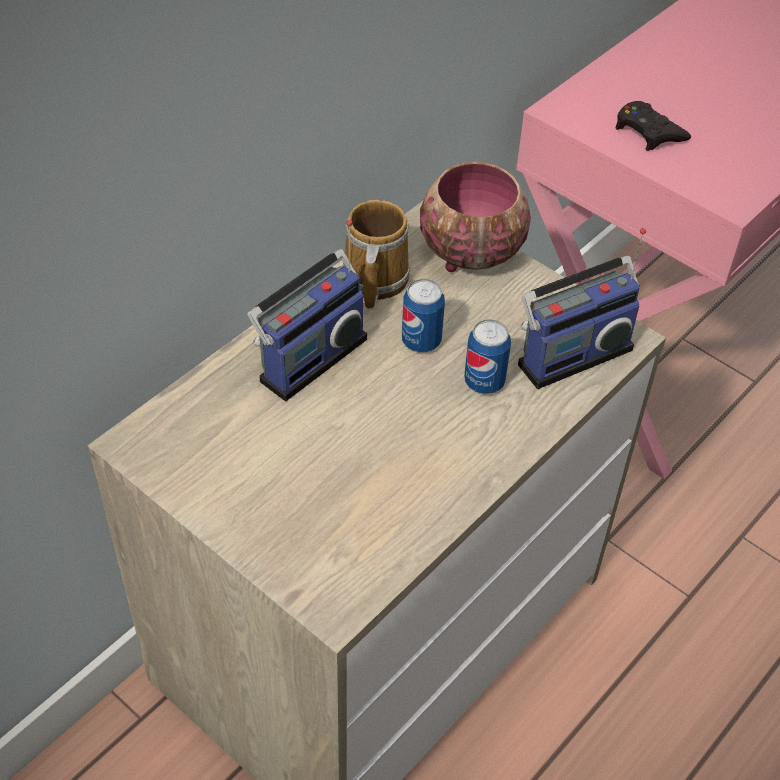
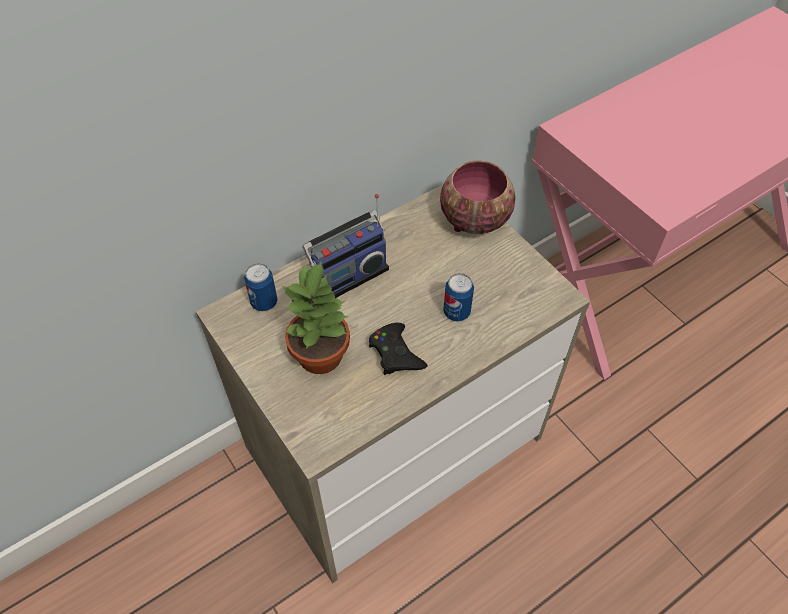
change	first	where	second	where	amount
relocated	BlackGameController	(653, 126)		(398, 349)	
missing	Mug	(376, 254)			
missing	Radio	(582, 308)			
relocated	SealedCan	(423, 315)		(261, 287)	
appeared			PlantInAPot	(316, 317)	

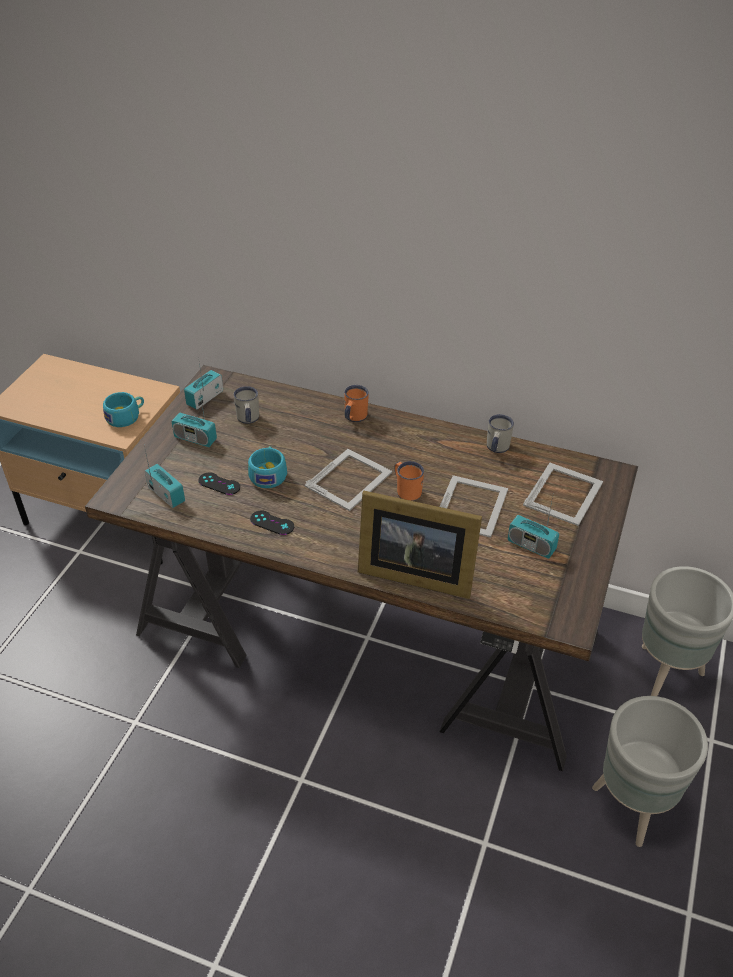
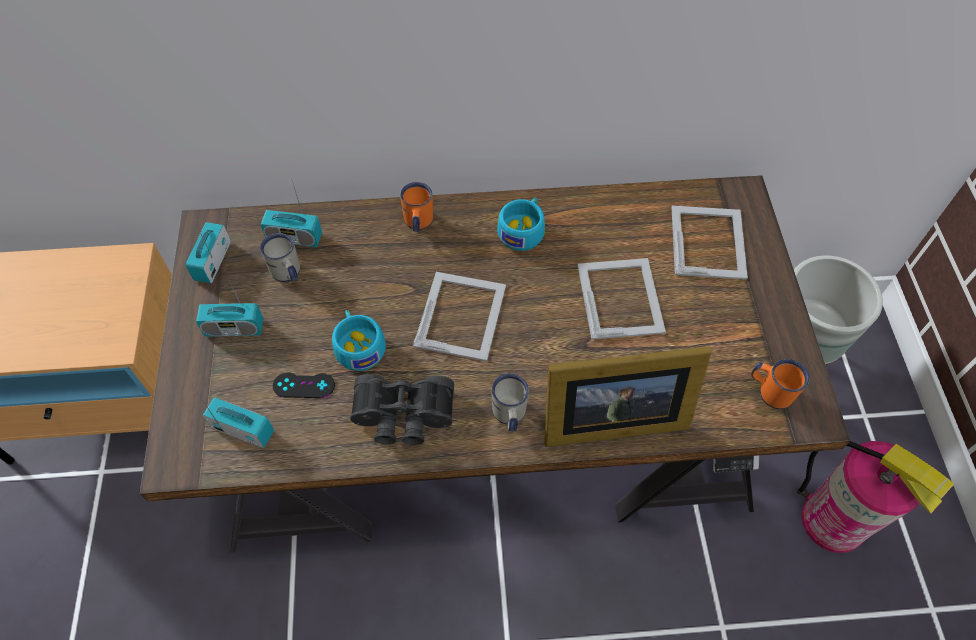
change	first	where	second	where	amount
relocated	TurquoiseColouredDrinkingCup	(123, 409)		(521, 224)	
relocated	WhiteMug	(500, 433)		(510, 402)	
relocated	OrangeMug	(409, 481)		(780, 384)	
relocated	Radio	(533, 528)		(291, 212)	
exchanged	BlackGameController	(272, 523)	BlackPairOfBinoculars	(402, 409)	
exchanged	GrayPlanter	(650, 771)	FireExtinguisher	(875, 497)	

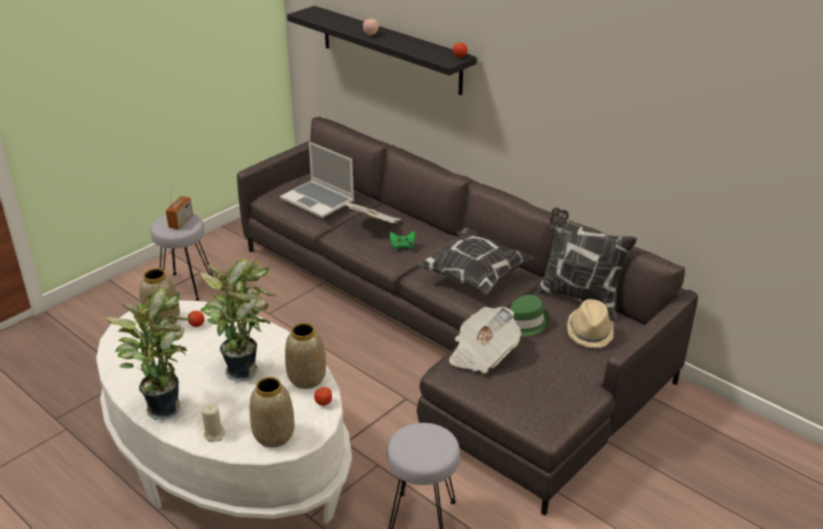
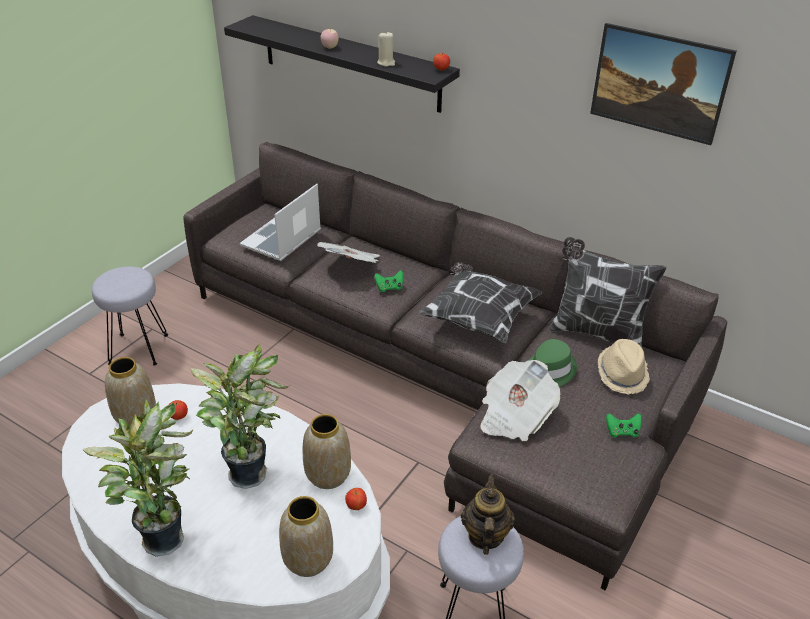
change	first	where	second	where	amount
spun	PortableComputer	(317, 180)		(280, 222)	90 degrees clockwise
missing	Radio	(179, 204)			
relocated	BeigeWaxLight	(213, 423)		(386, 49)	
appeared			WallArt	(663, 84)	
appeared			GreenColouredGameController	(624, 425)	
appeared			PotForTea	(488, 514)	

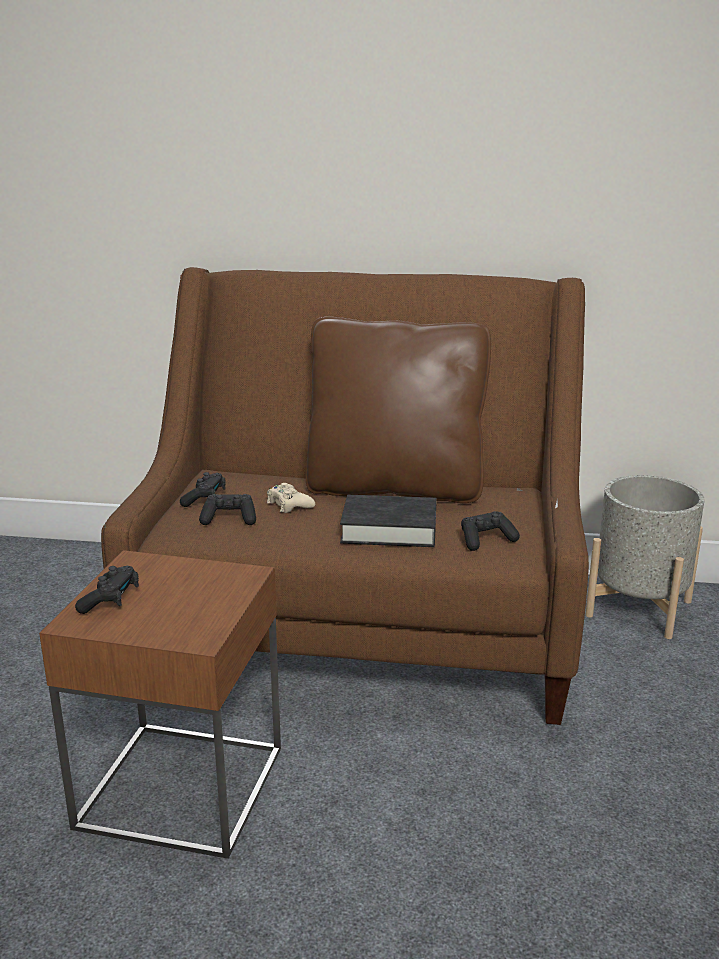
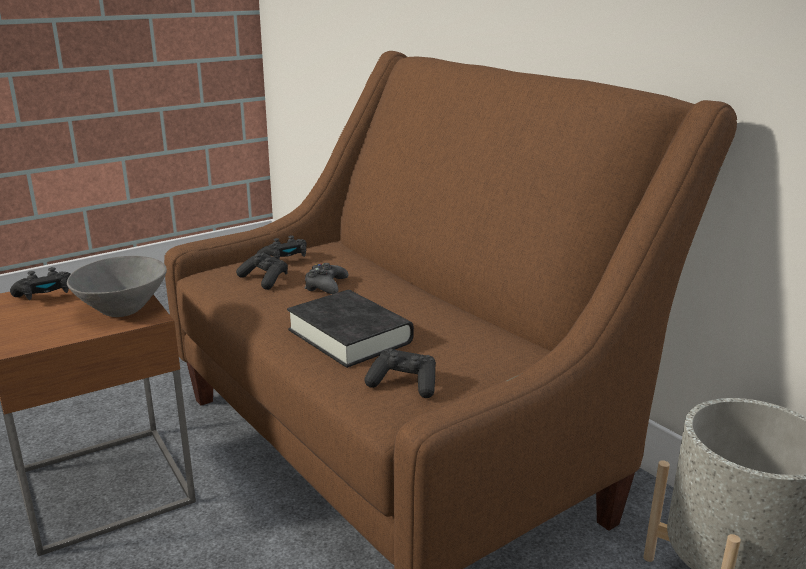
change	first	where	second	where	amount
missing	BrownColouredCushion	(398, 410)			
colour	BeigeGameController	(291, 498)	BlackGameController	(326, 278)	
appeared			GrayBowl	(117, 286)	

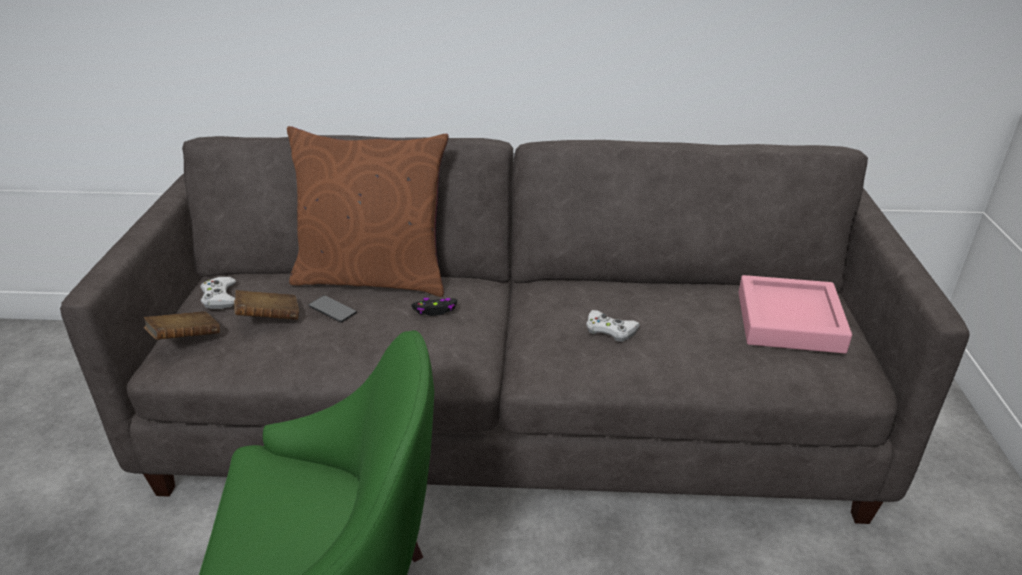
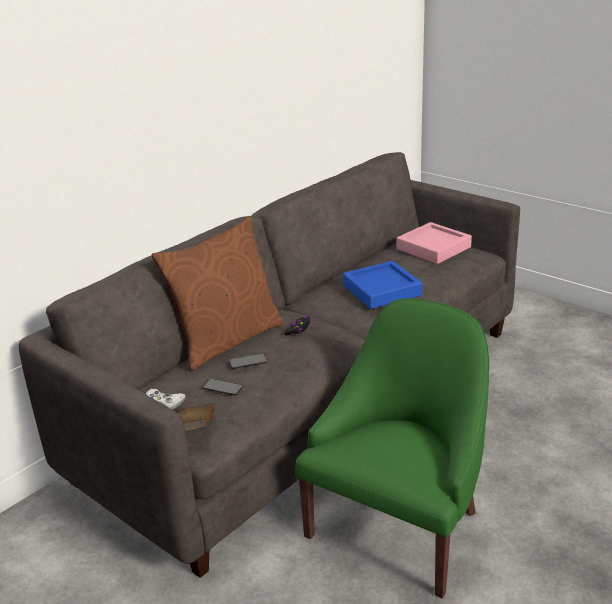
change	first	where	second	where	amount
exchanged	BrownColouredBoundBook	(266, 305)	Handset	(223, 387)	
exchanged	WhiteGameController	(613, 326)	BluishServingTray	(383, 285)	

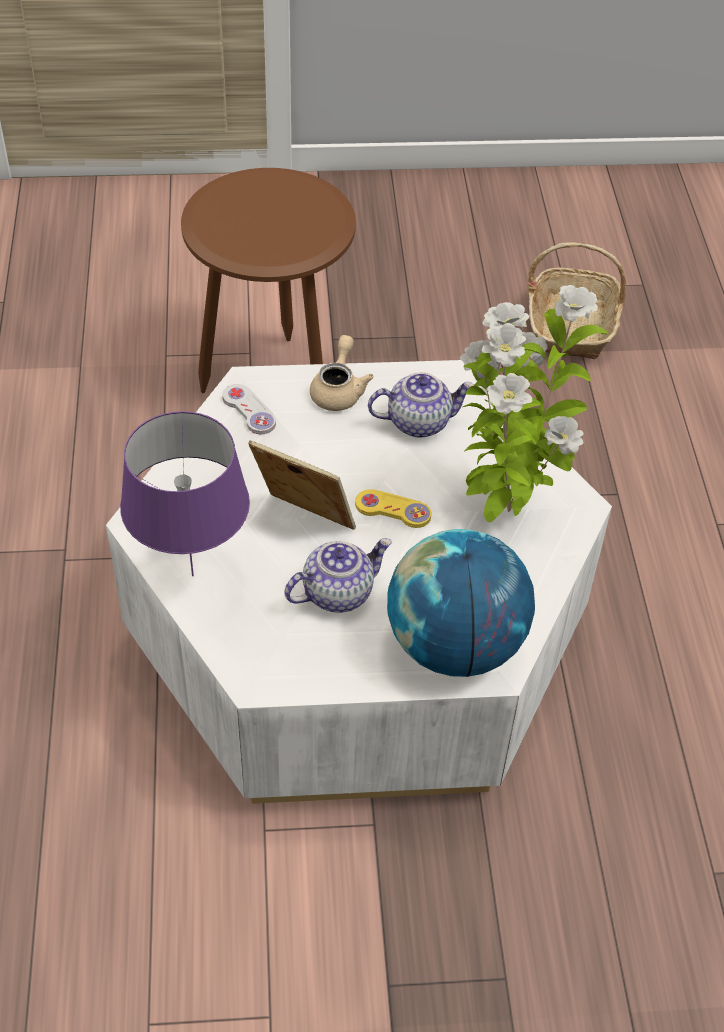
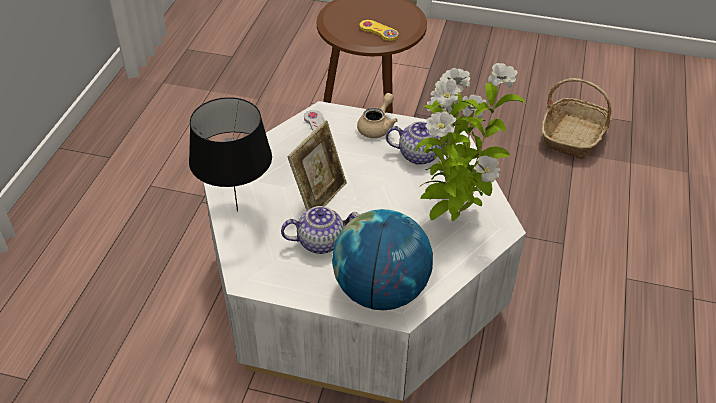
change	first	where	second	where	amount
colour	PurplishLampForATable	(185, 493)	BlackLampForATable	(230, 154)	
spun	PictureFrame	(302, 485)		(317, 166)	75 degrees clockwise
relocated	YellowColouredGameController	(393, 508)		(378, 30)	

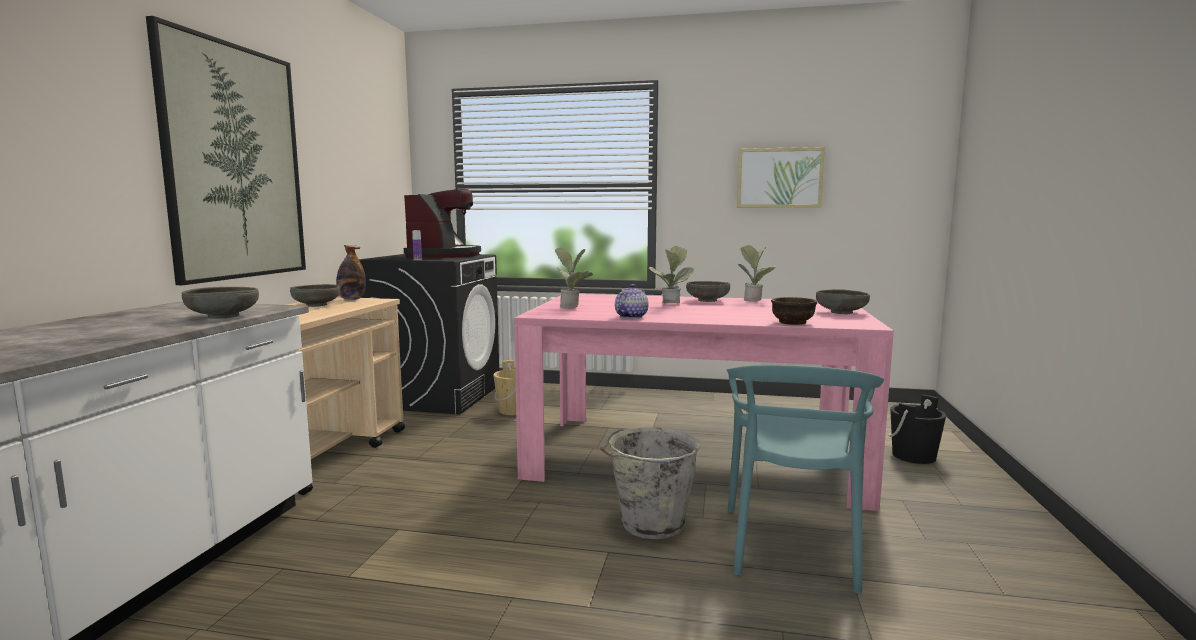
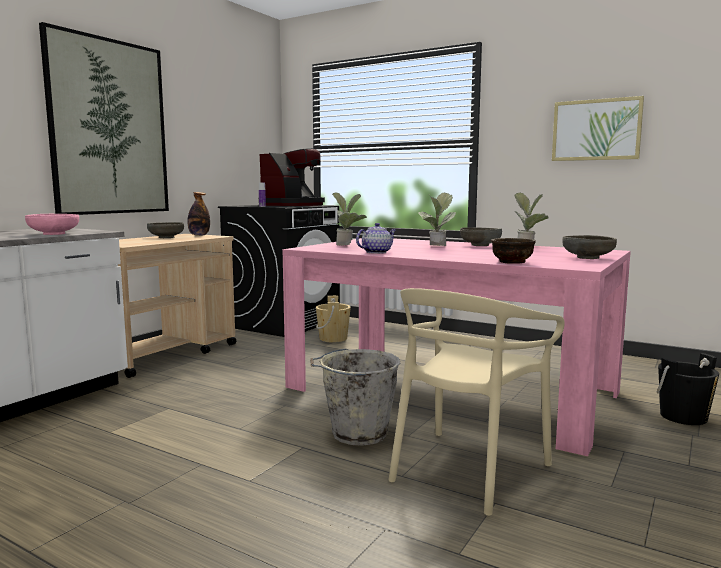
change	first	where	second	where	amount
colour	GrayBowl	(220, 303)	PinkishBowl	(52, 224)	
colour	TurquoiseColouredPlainChair	(805, 479)	BeigePlainChair	(477, 402)	

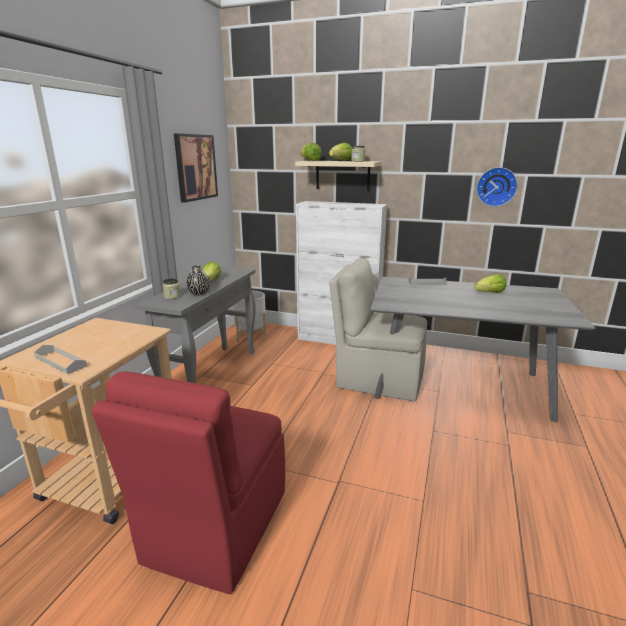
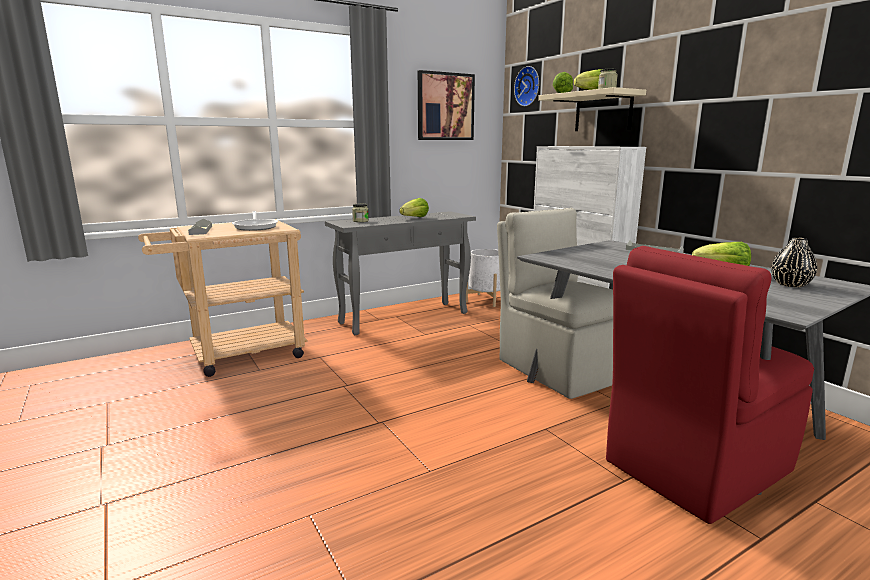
change	first	where	second	where	amount
relocated	HangingClock	(497, 187)		(526, 86)	
relocated	BlackDecorativeVase	(198, 280)		(794, 262)	
relocated	RedColouredPlainChair	(188, 483)		(710, 385)	
appeared			Skillet	(255, 221)	

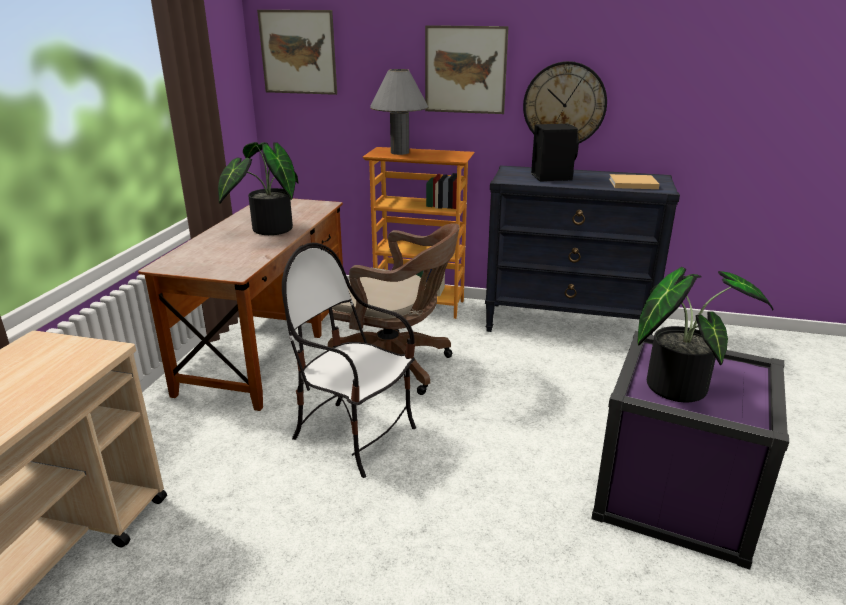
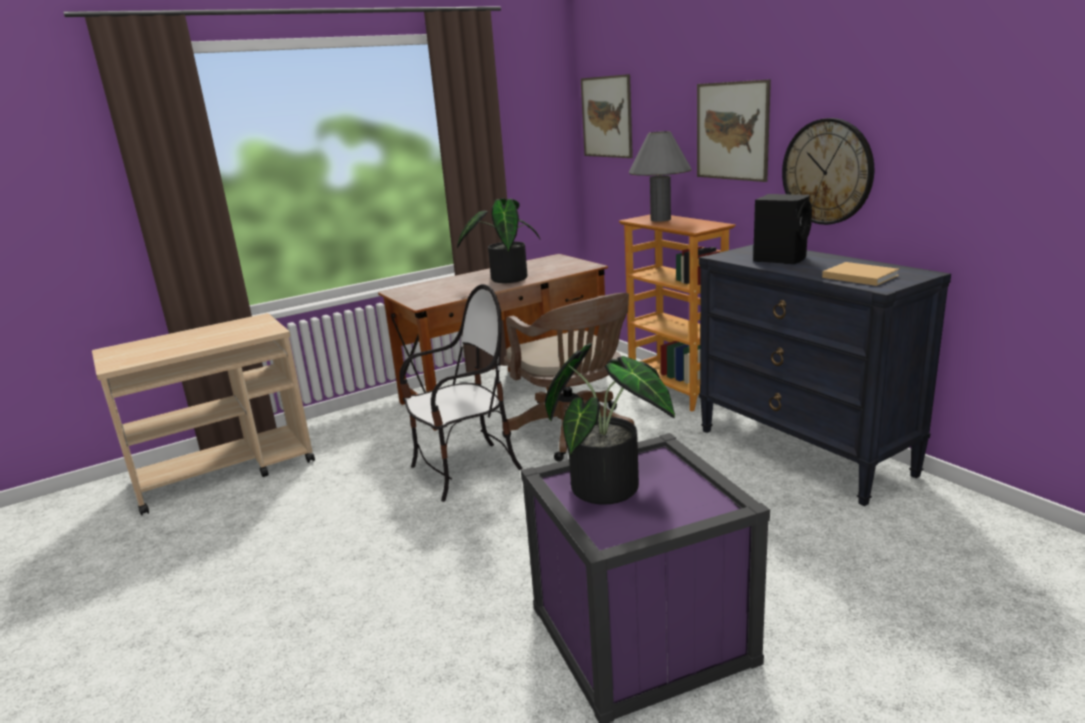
change	first	where	second	where	amount
spun	PlainChair	(349, 360)		(461, 393)	75 degrees clockwise

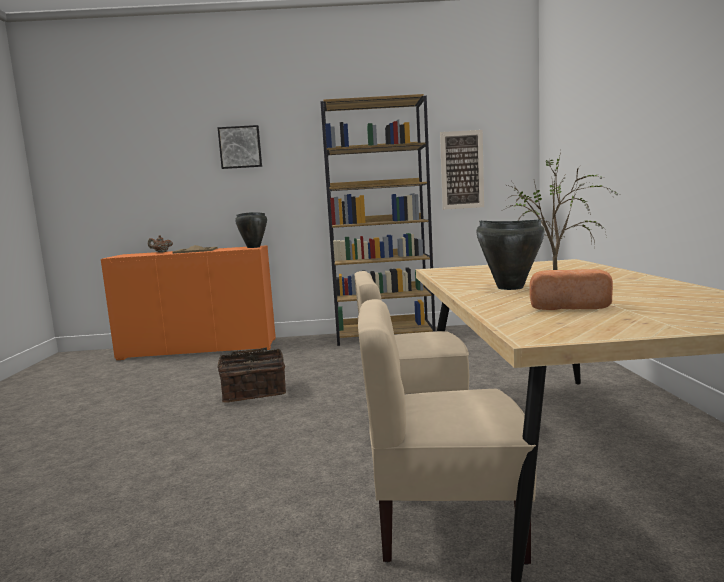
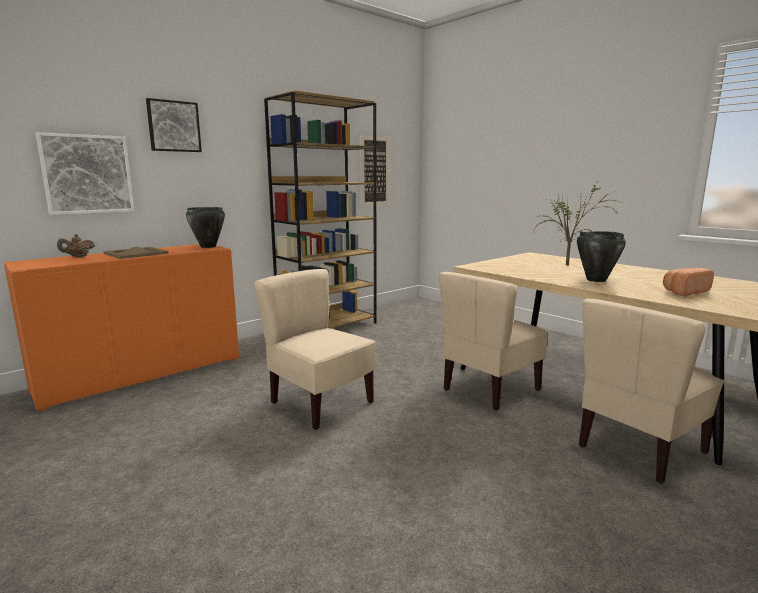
change	first	where	second	where	amount
exchanged	HouseholdBasket	(251, 375)	BeigePlainChair	(315, 349)	
appeared			WallArt	(85, 173)	

